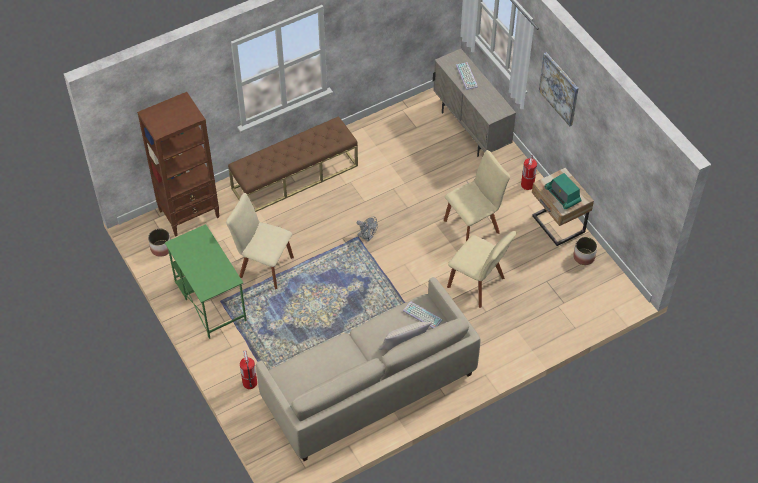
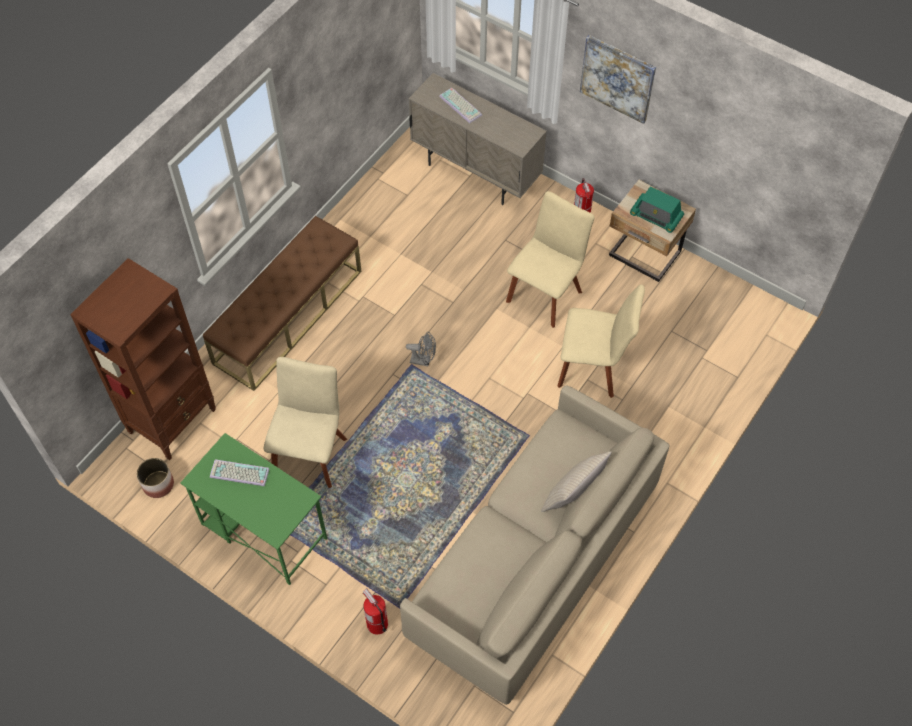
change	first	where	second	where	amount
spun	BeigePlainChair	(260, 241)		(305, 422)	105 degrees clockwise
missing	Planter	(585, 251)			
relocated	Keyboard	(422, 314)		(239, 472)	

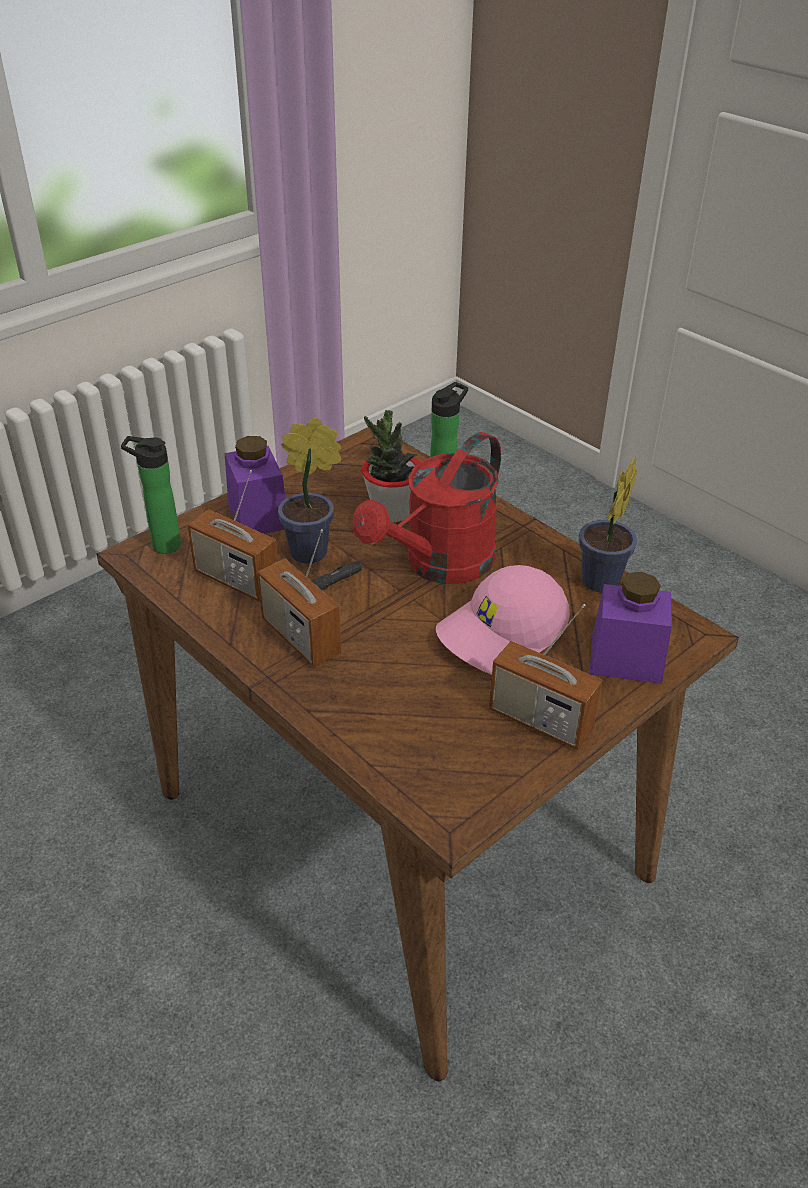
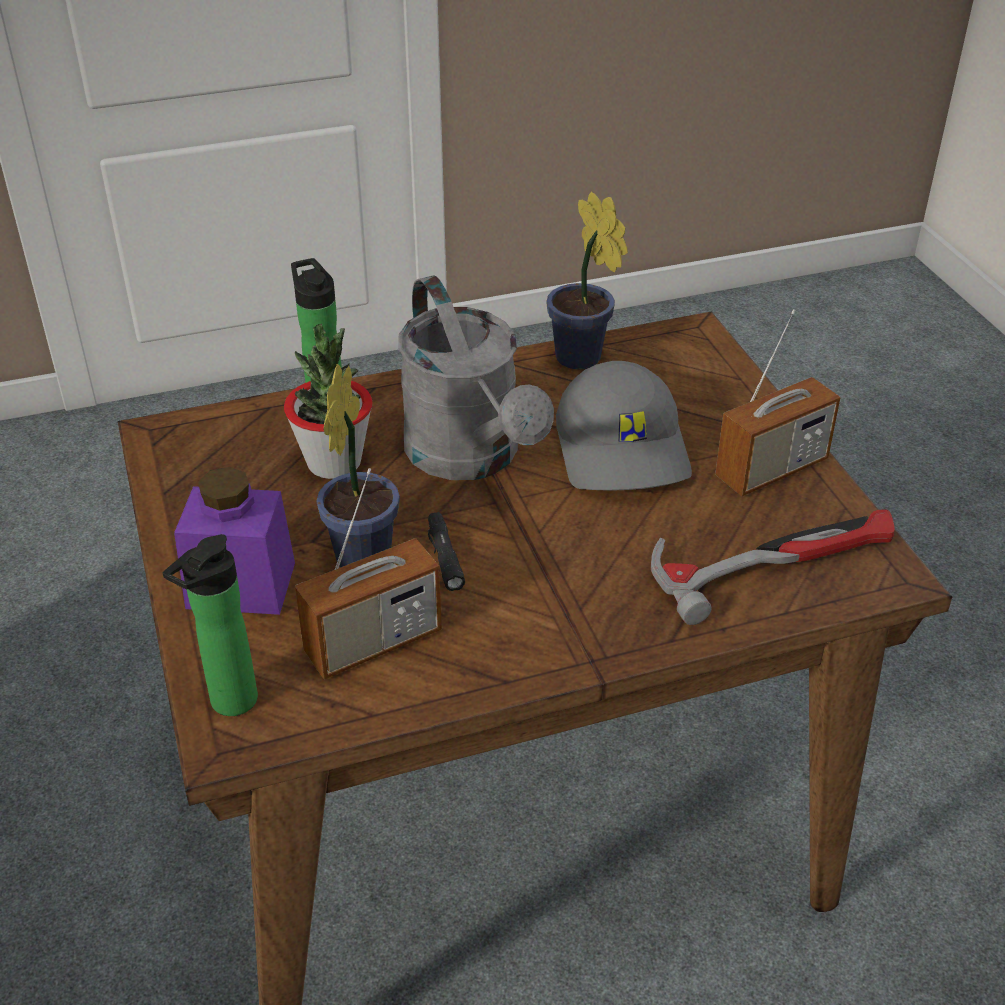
change	first	where	second	where	amount
colour	RedColouredSprinklingCan	(426, 508)	GraySprinklingCan	(476, 377)	
missing	Radio	(299, 598)			
colour	PinkishBaseballCap	(503, 620)	GrayBaseballCap	(624, 425)	
missing	PurplishPreserveJar	(631, 628)			
appeared			ToolHammer	(773, 567)	

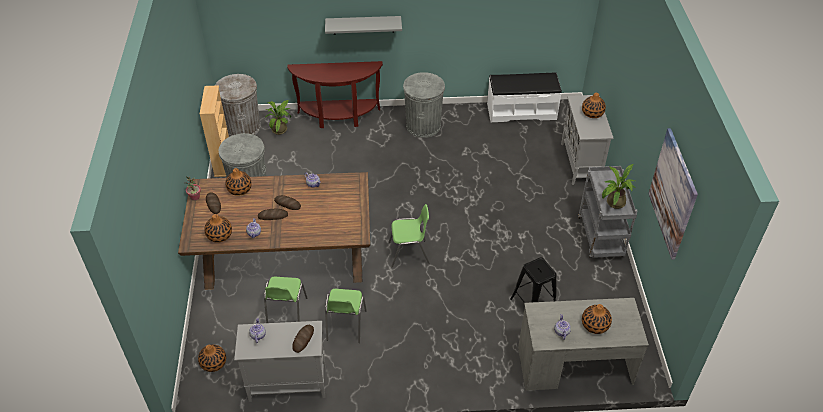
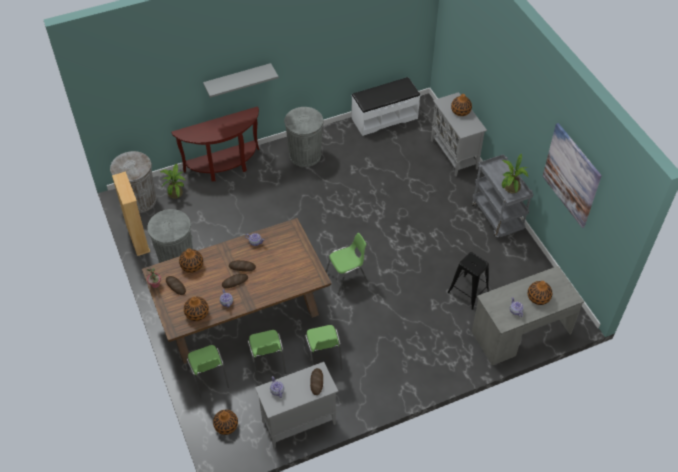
change	first	where	second	where	amount
appeared			GreenColouredPlainChair	(207, 371)	

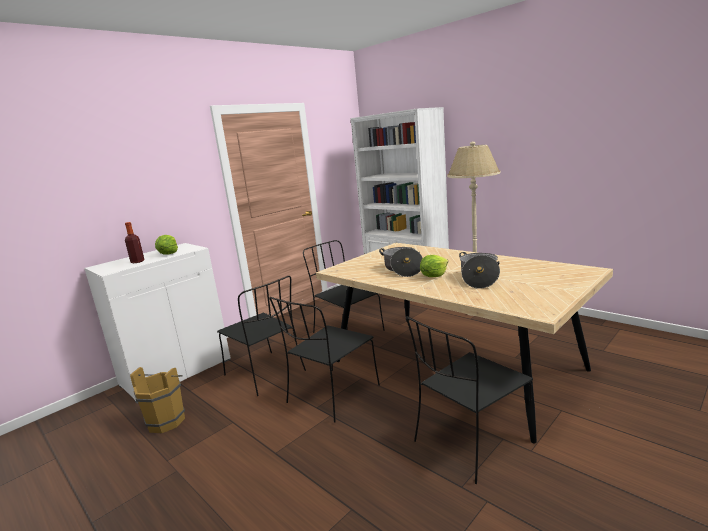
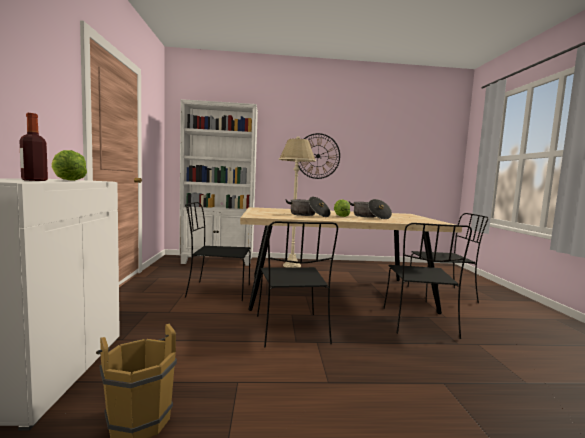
change	first	where	second	where	amount
relocated	BlackPlainChair	(261, 336)		(448, 258)	
appeared			HangingClock	(319, 156)	

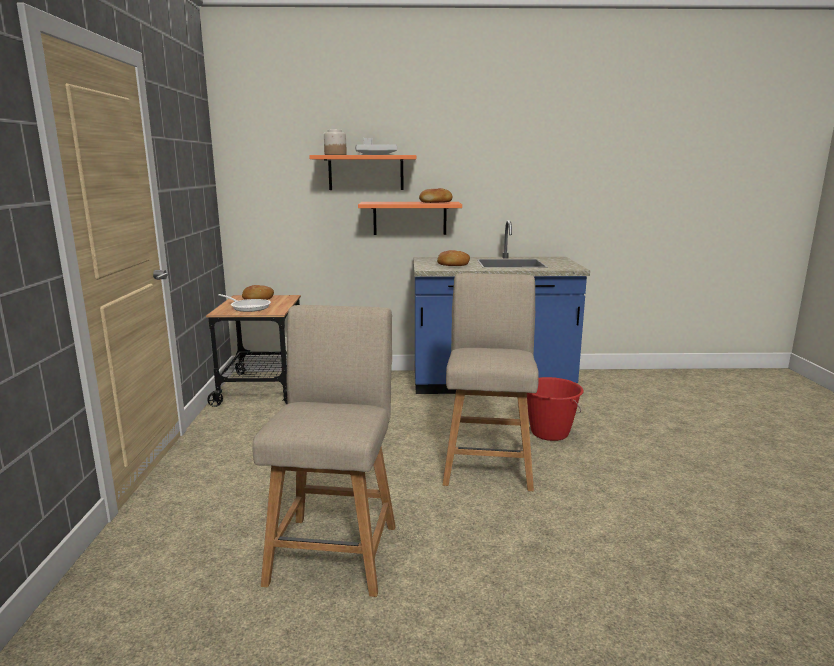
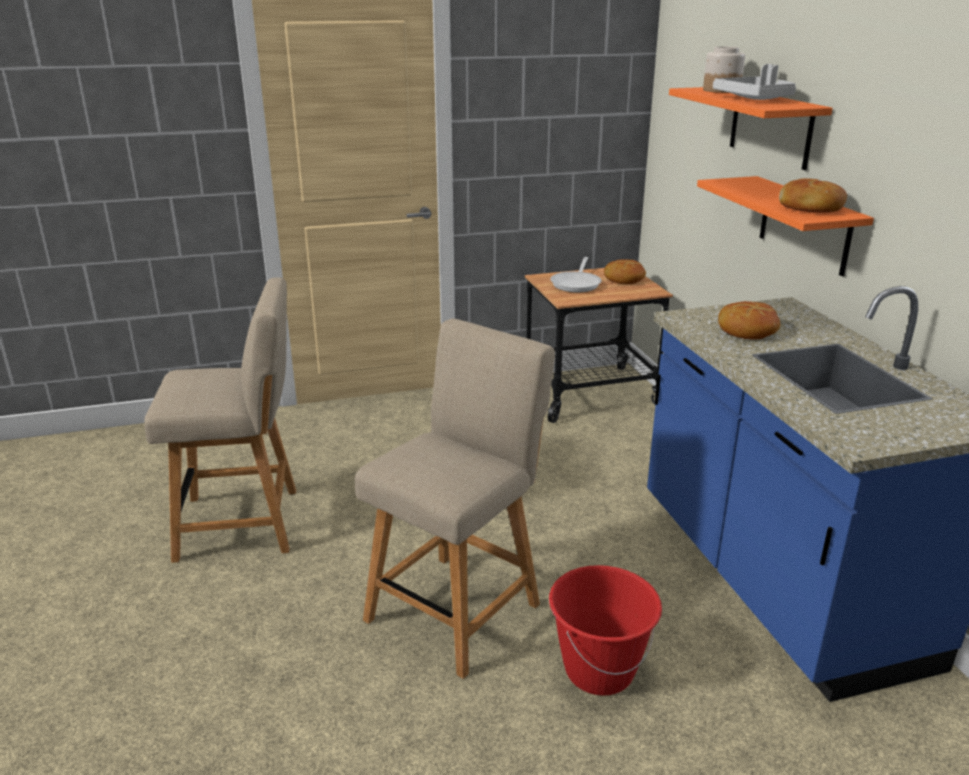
change	first	where	second	where	amount
spun	BeigePlainChair	(490, 382)		(455, 499)	45 degrees counterclockwise

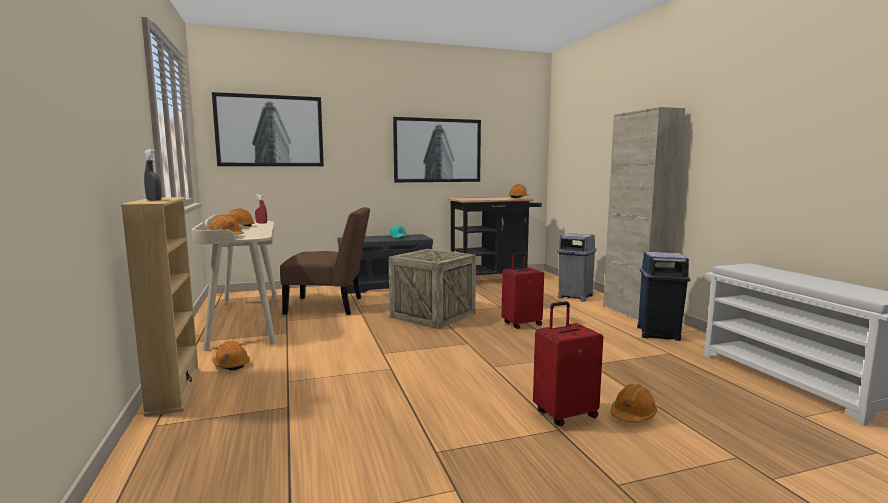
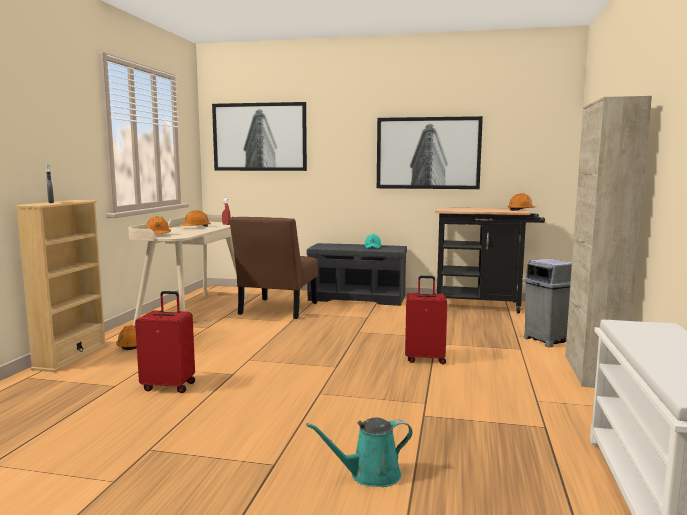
change	first	where	second	where	amount
spun	BrownColouredPlainChair	(325, 261)		(273, 268)	75 degrees clockwise
missing	Crate	(432, 289)			
missing	BluishRubbishBin	(663, 296)			
relocated	RedColouredSuitcase	(568, 364)		(165, 342)	
exchanged	OrangeWorkHelmet	(634, 403)	TurquoiseColouredSprinklingCan	(359, 452)	

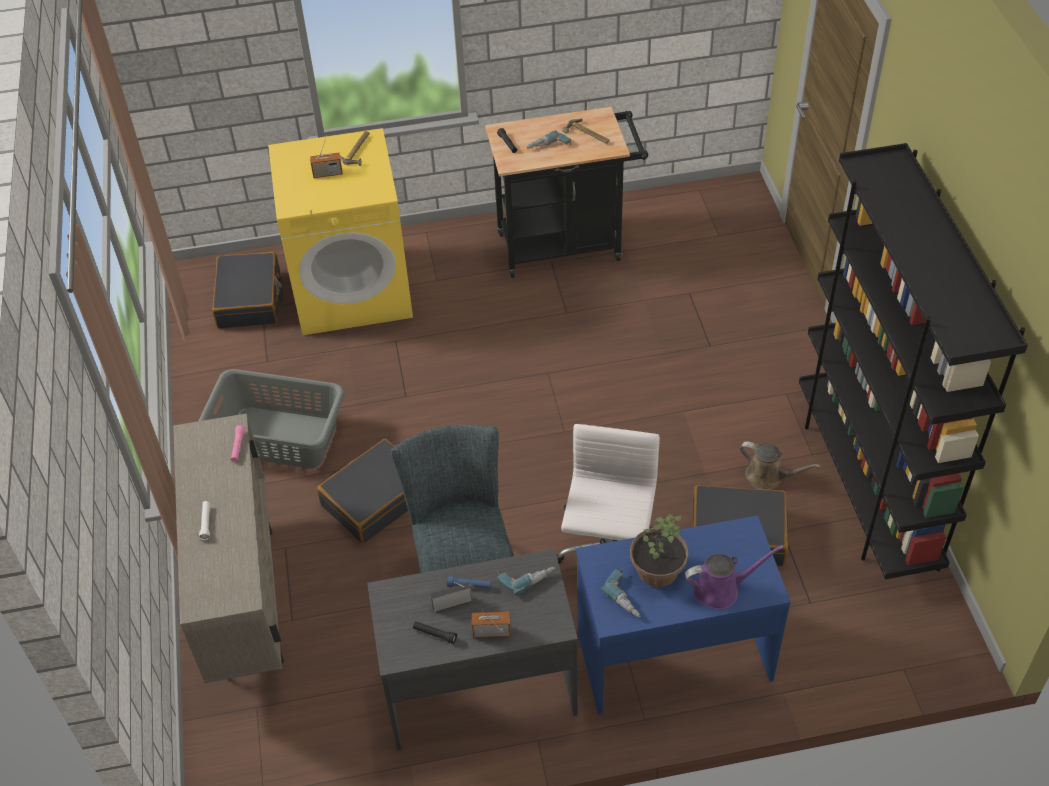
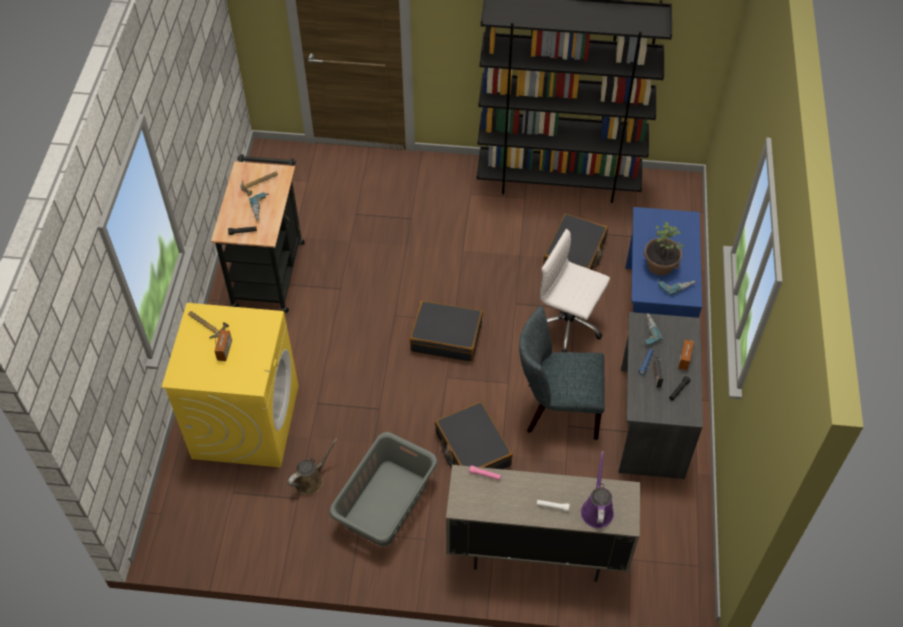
change	first	where	second	where	amount
relocated	BlackSuitcase	(247, 290)		(446, 331)	
relocated	BrownColouredSprinklingCan	(779, 465)		(313, 466)	
relocated	PurplishSprinklingCan	(734, 577)		(597, 489)	

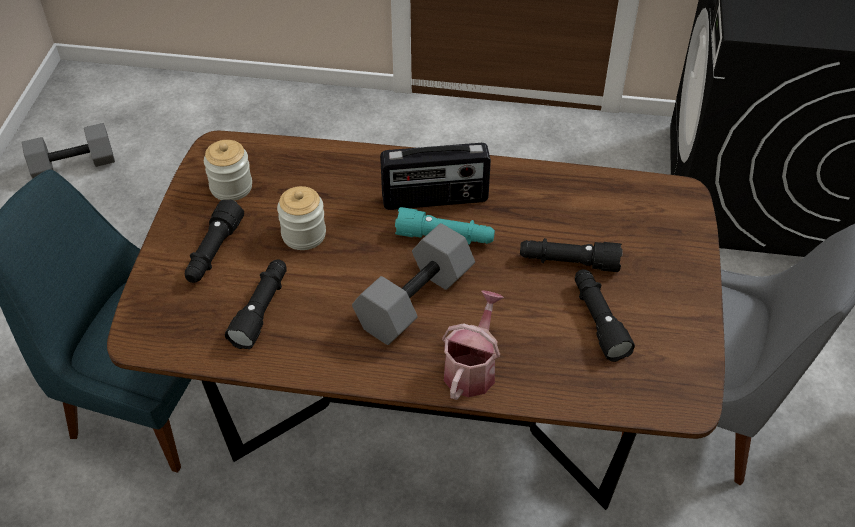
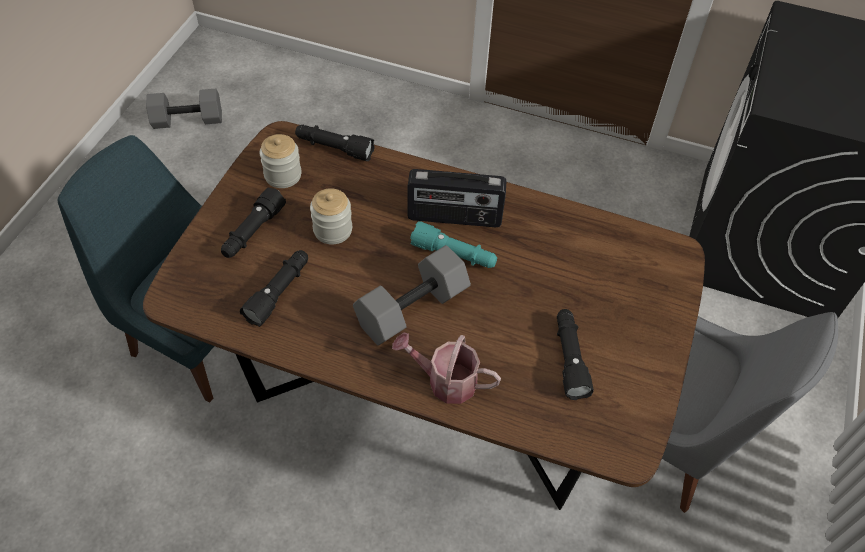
change	first	where	second	where	amount
relocated	BlackFlashlight	(571, 255)		(335, 143)	
spun	SprinklingCan	(473, 345)		(446, 368)	105 degrees counterclockwise

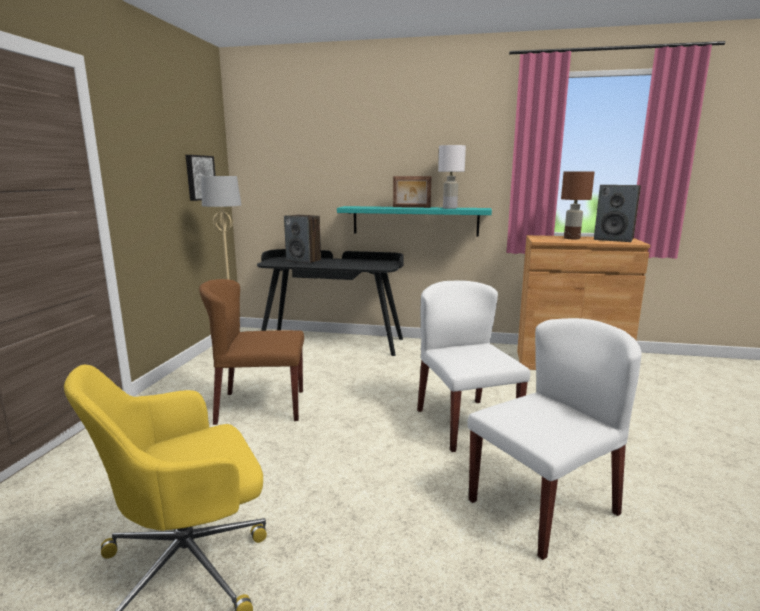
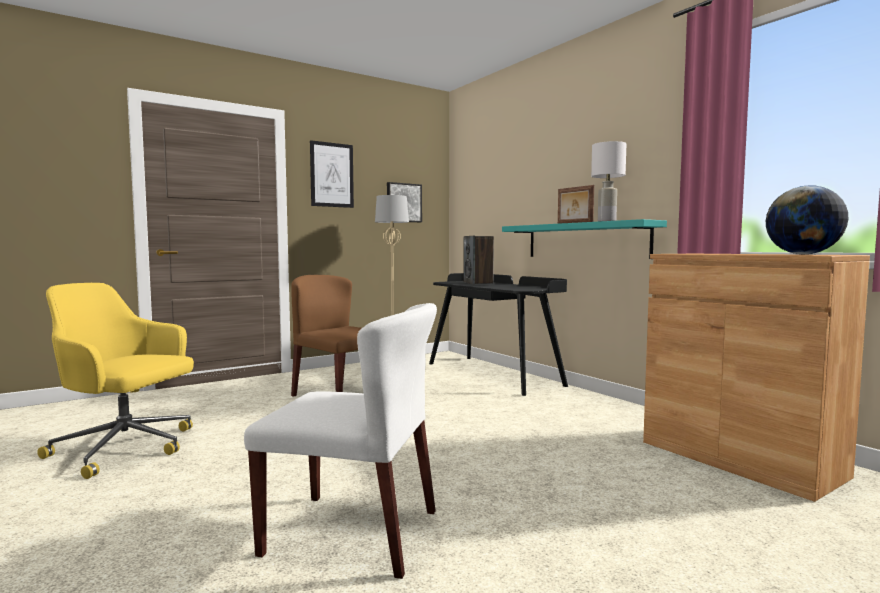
change	first	where	second	where	amount
missing	BrownColouredLampForATable	(578, 205)			
exchanged	AudioSpeaker	(617, 213)	DeskGlobe	(807, 220)	
missing	WhitePlainChair	(473, 366)			
appeared			WallArt	(332, 174)	

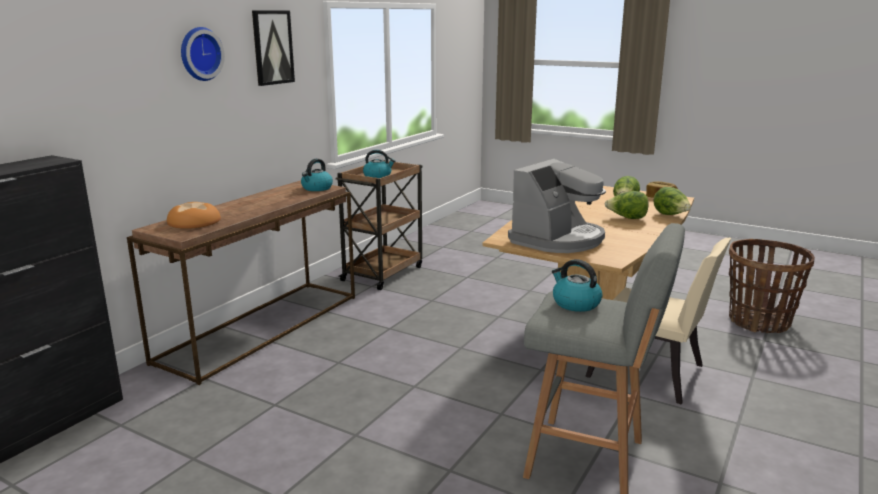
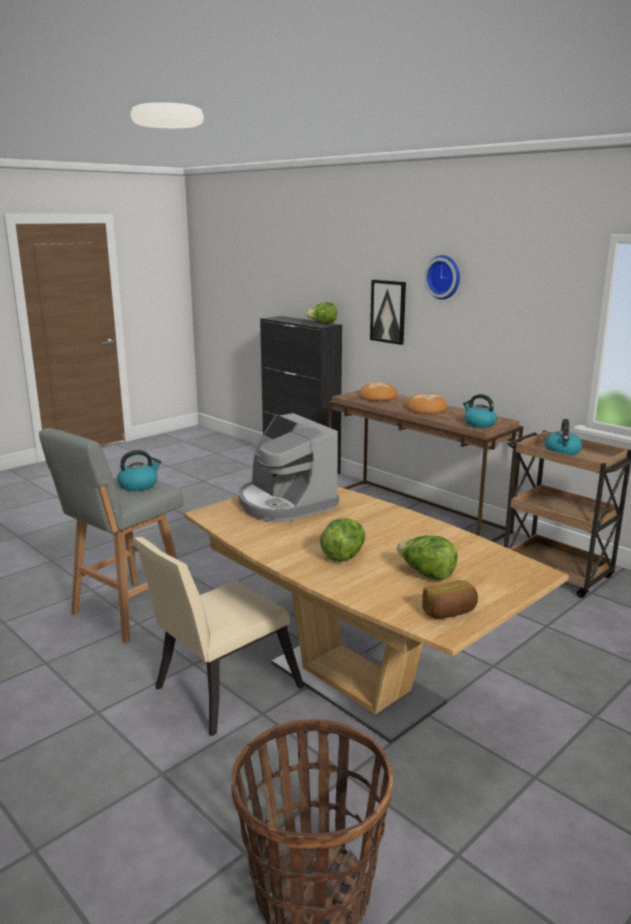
change	first	where	second	where	amount
relocated	WallArt	(273, 48)		(388, 312)	
relocated	HeadOfLettuce	(672, 201)		(321, 313)	
appeared			BakedBread	(426, 403)	

